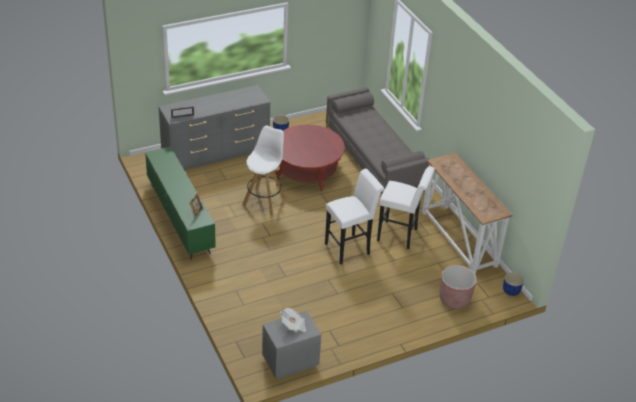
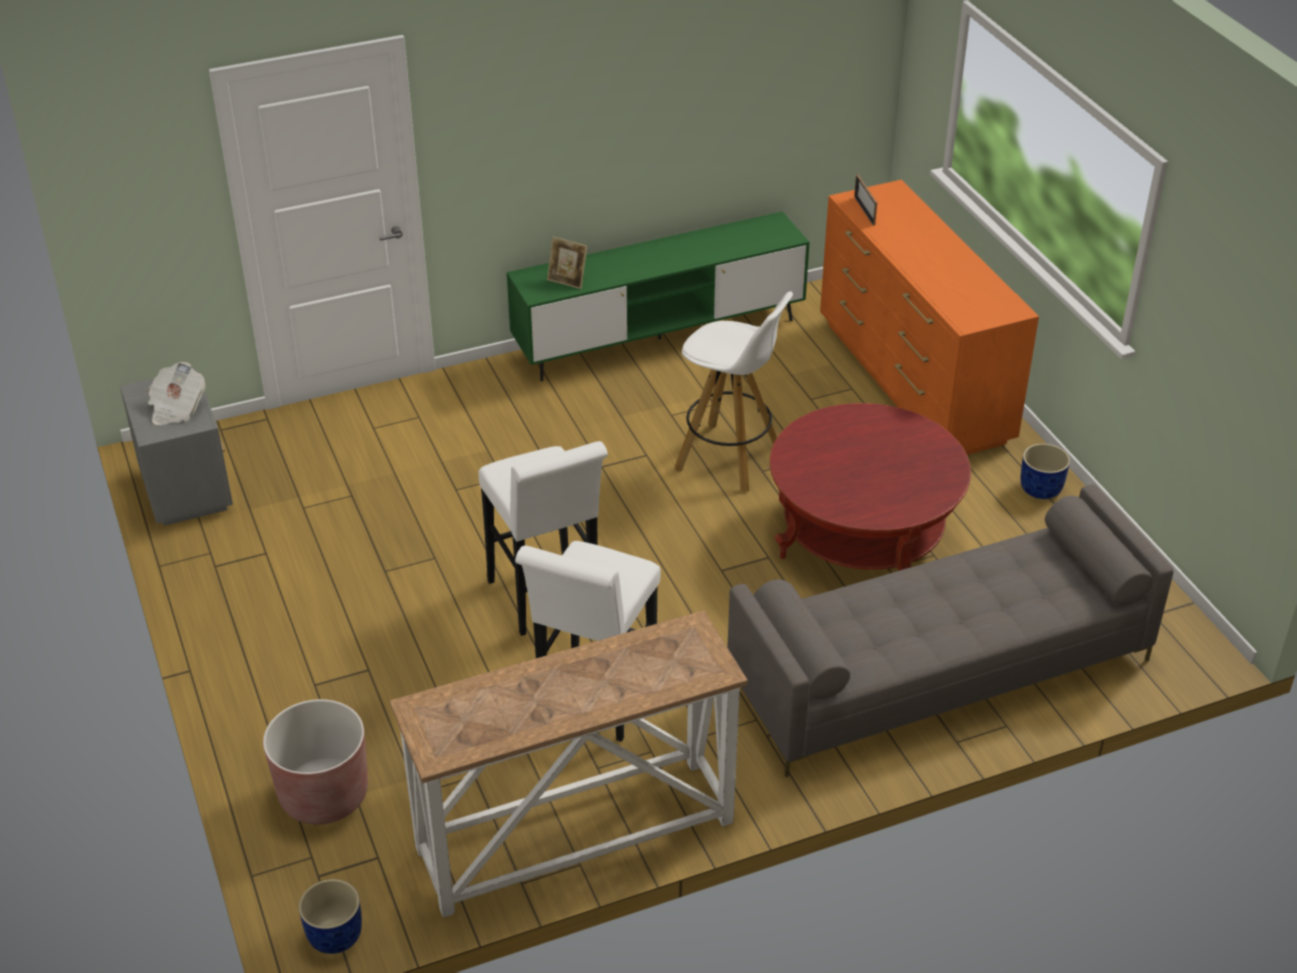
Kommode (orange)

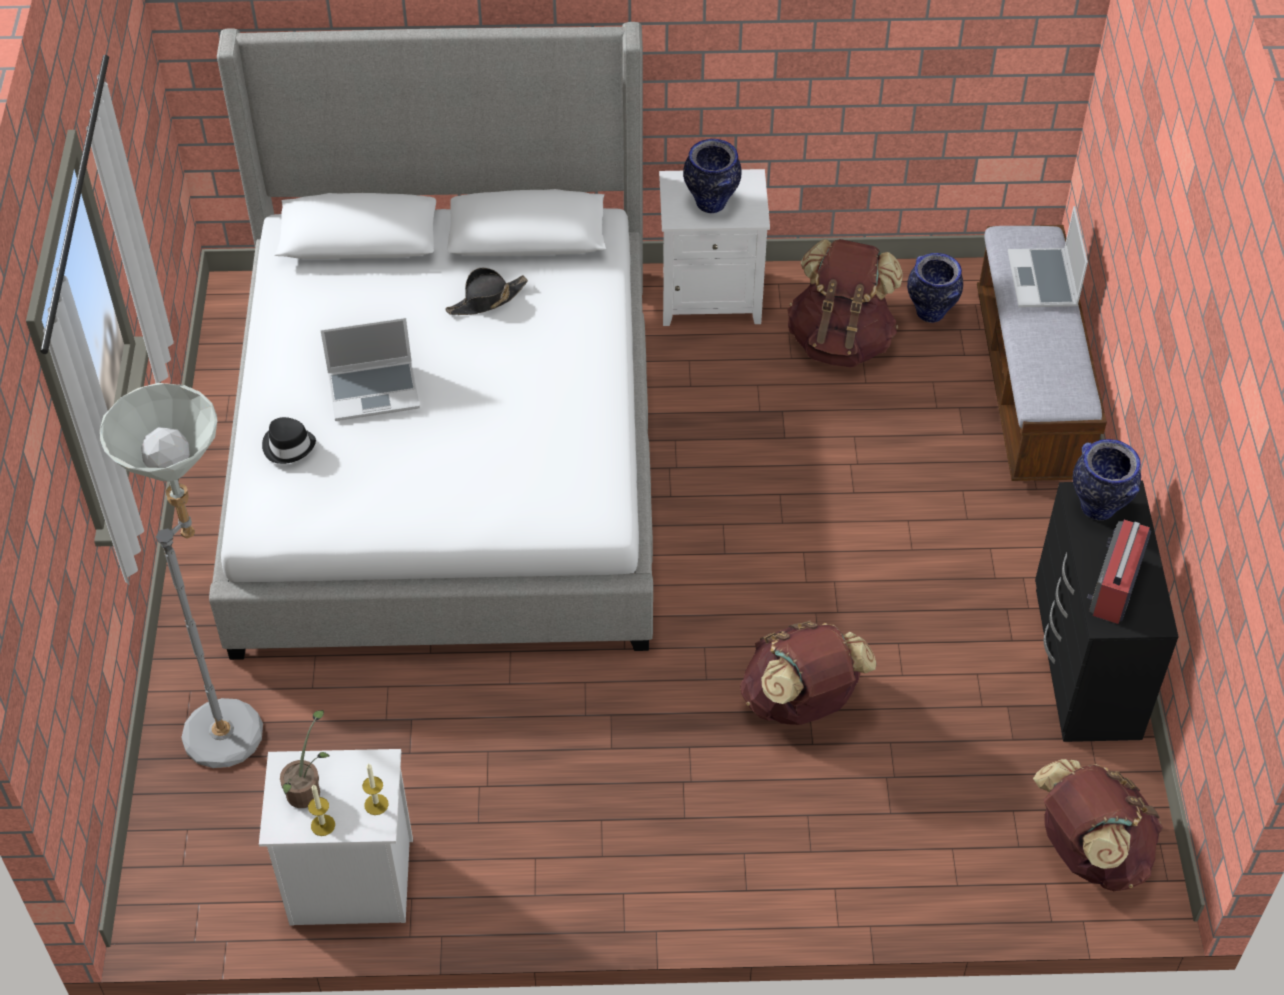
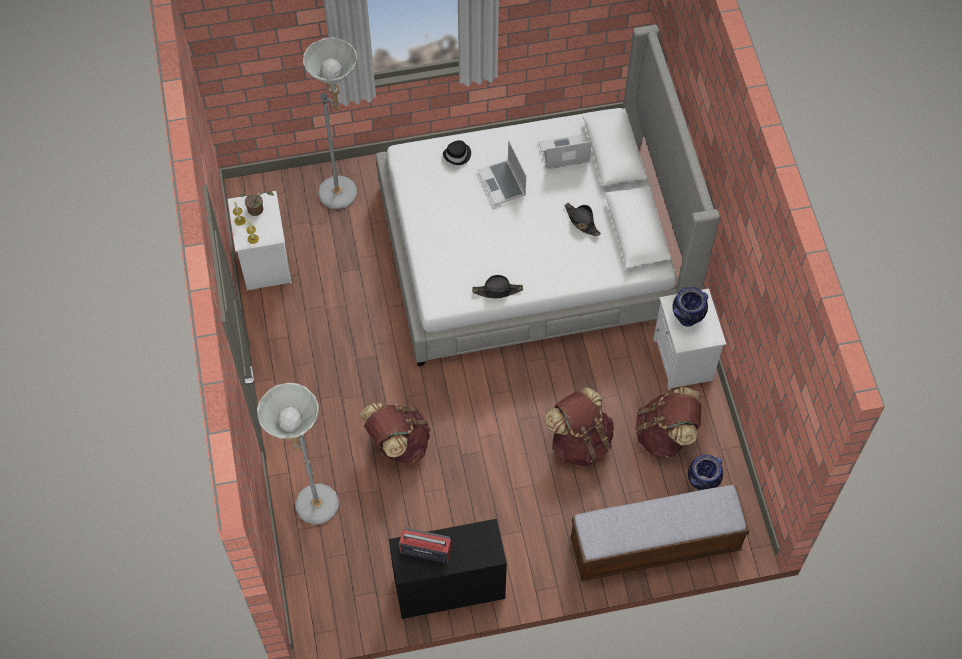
Laptop (2nd from left)
Vase (3rd from left in the first image)
Rucksack (braun) (2nd from left)
Hut (schwarz) (2nd from left)
Stehlampe (grau) (1st from left)

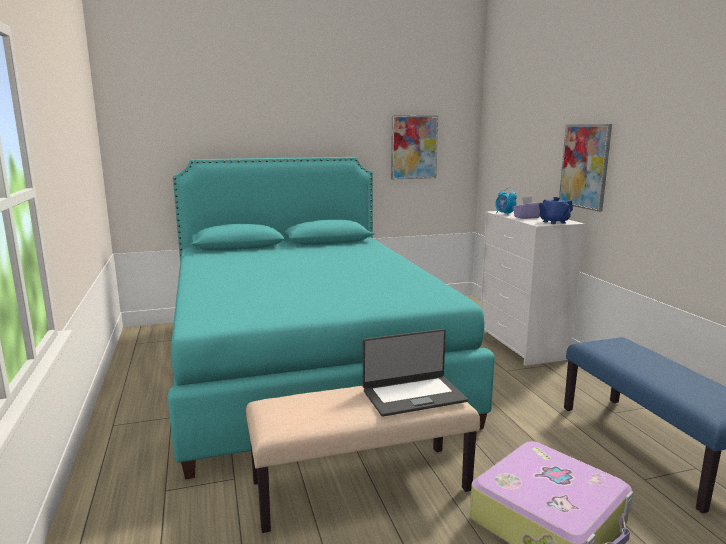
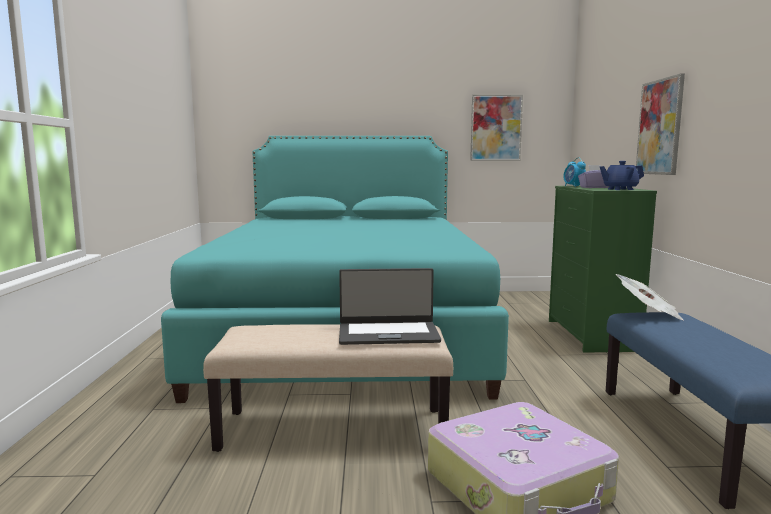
Kommode (grün)
Zeitung

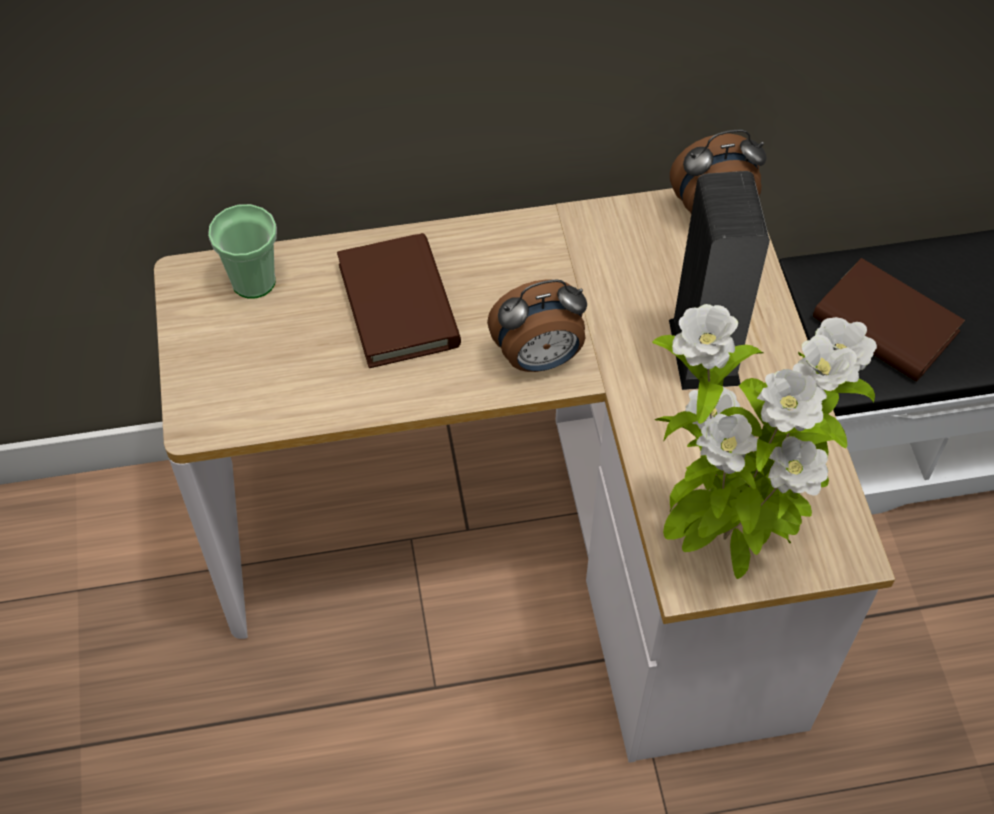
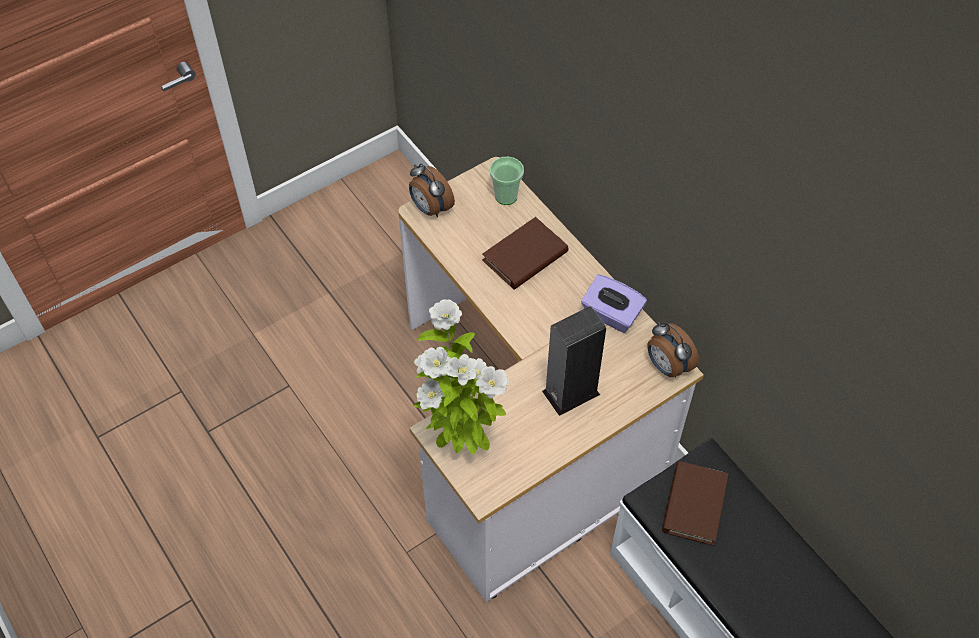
Wecker (1st from left)
Taschentuchbox (lila)

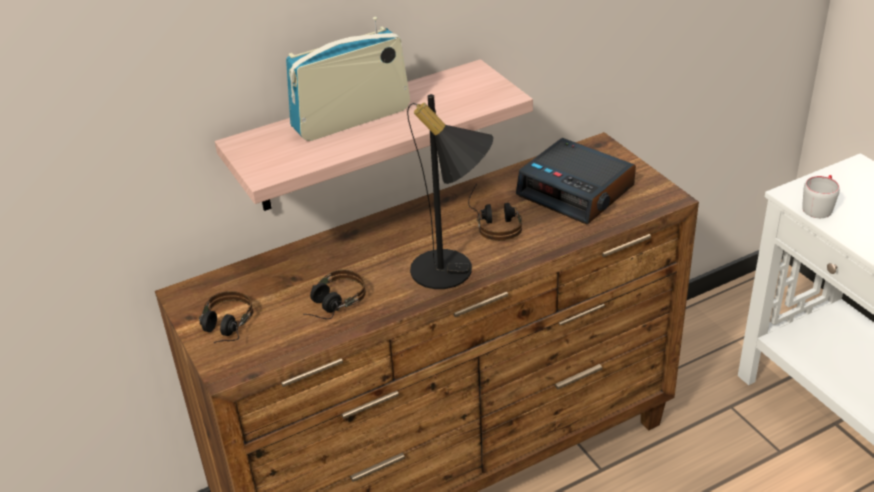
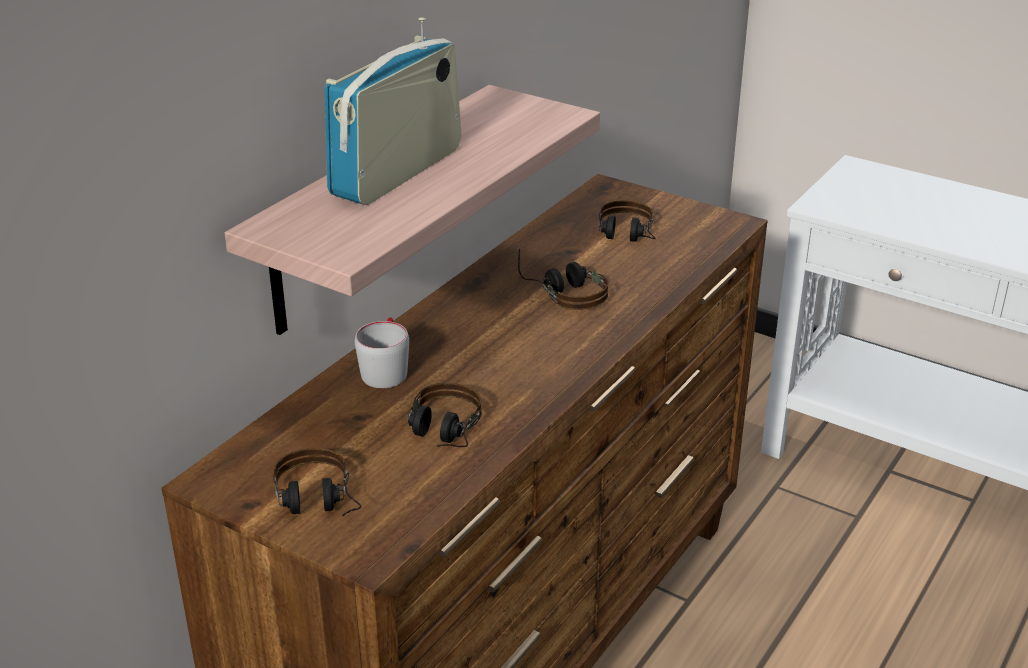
Tischlampe (schwarz)
Kopfhörer (4th from left)
Henkelbecher (grau)

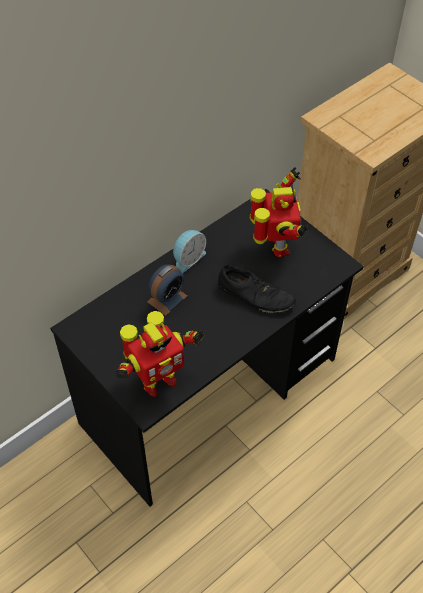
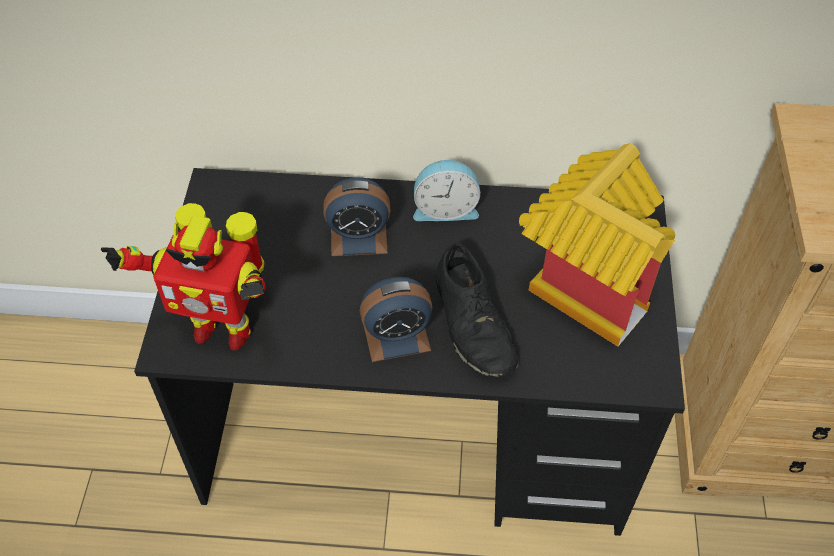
Spielzeughaus
Wecker (2nd from left)

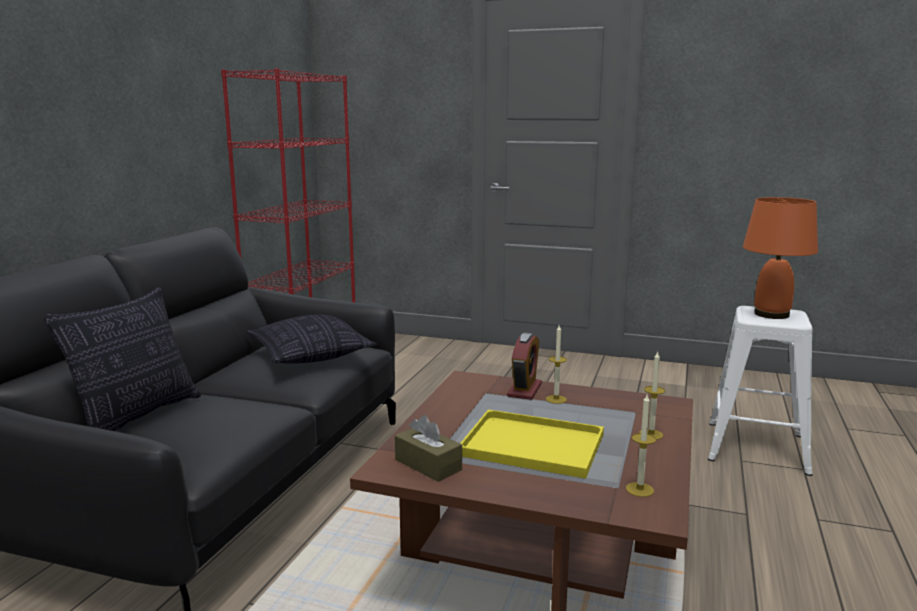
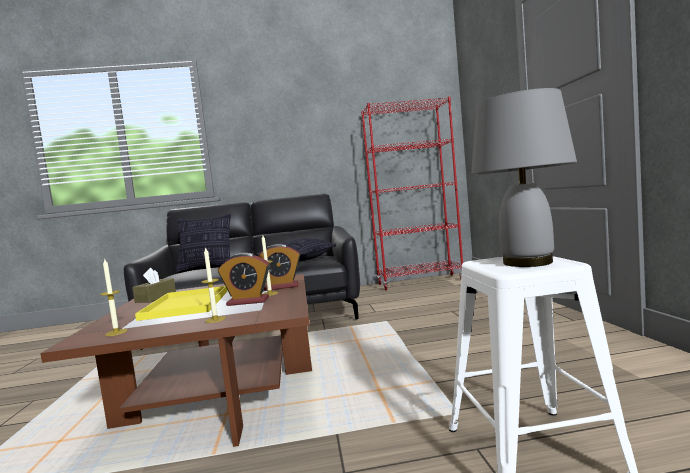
Tischlampe (grau)
Wecker (1st from left)

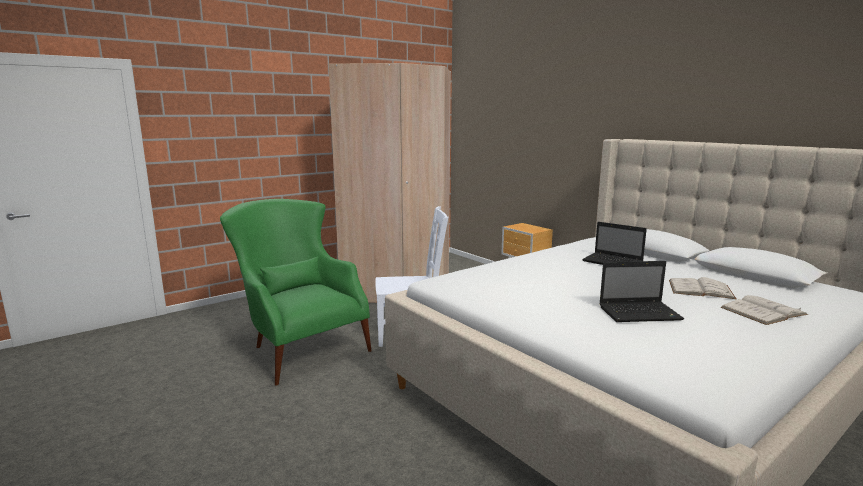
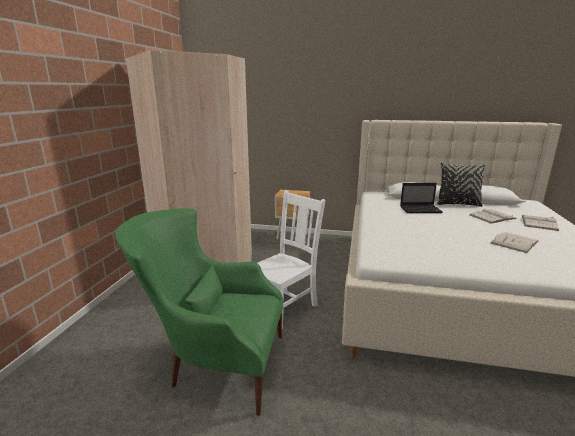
Buch (weiß) (2nd from left)
Kissen (schwarz)

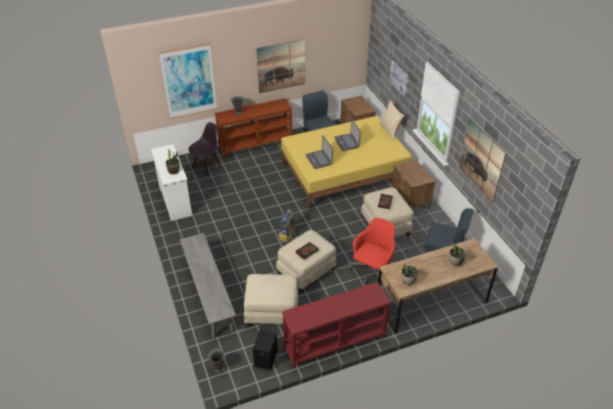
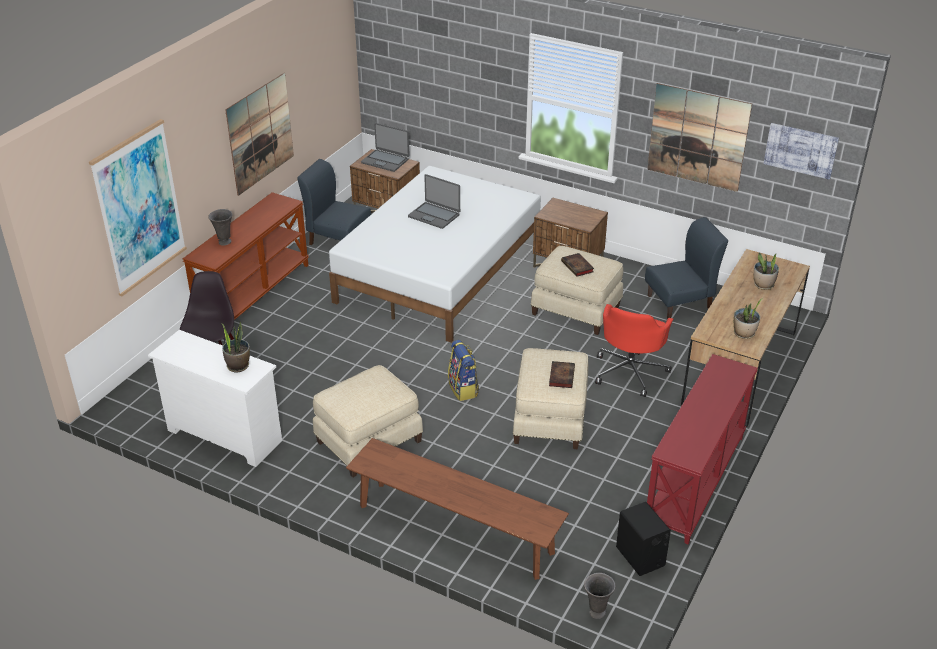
Bild (4th from left)
Kissen (beige)
Bett (weiß)
Laptop (1st from left)
Bürostuhl (rot)
Bank (braun)
Polsterhocker (beige) (1st from left)

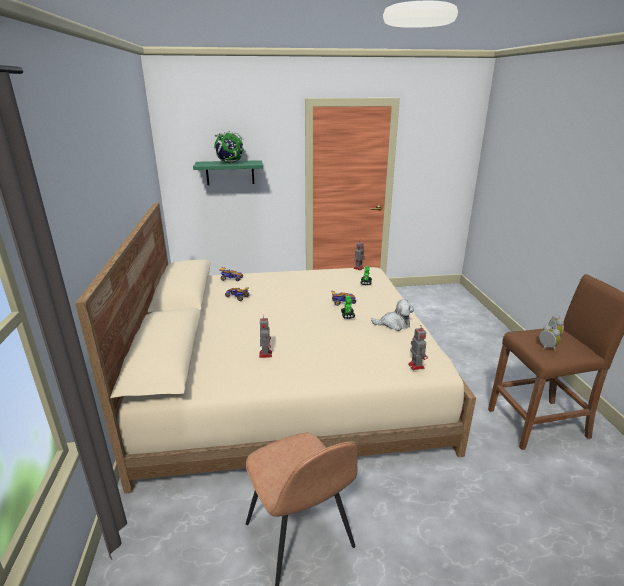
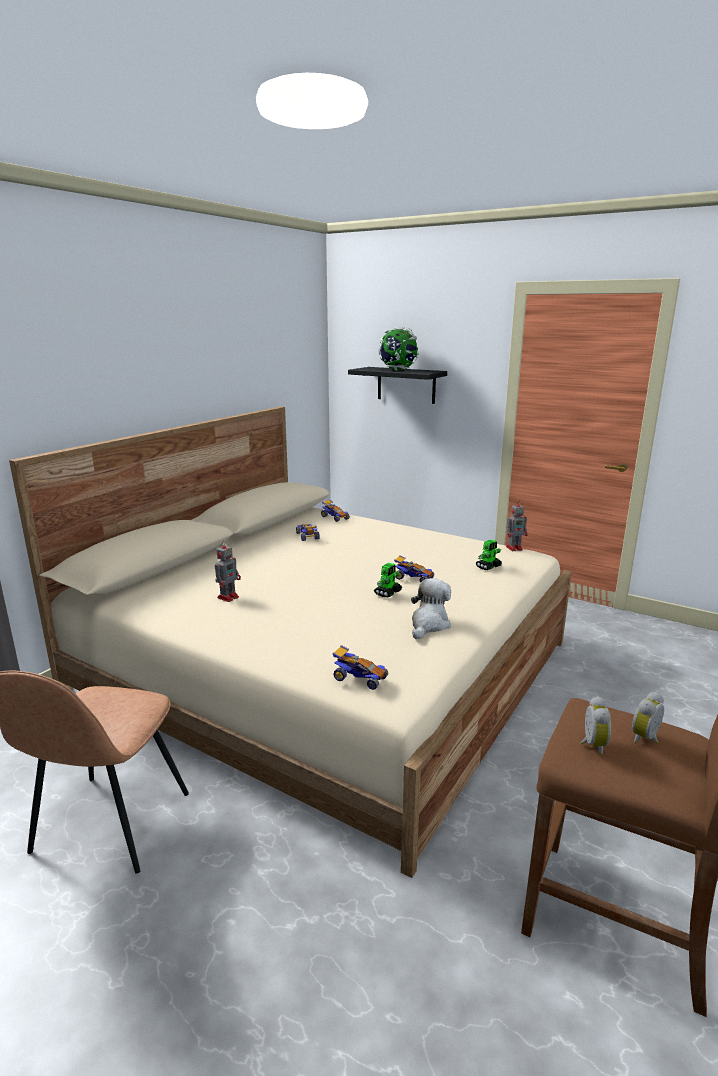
Wandregal (schwarz)
Plüschtier
Spielzeugauto (3rd from left)

